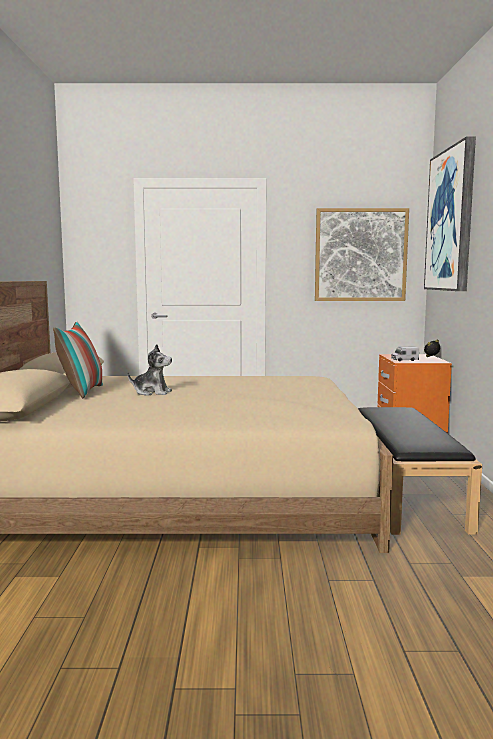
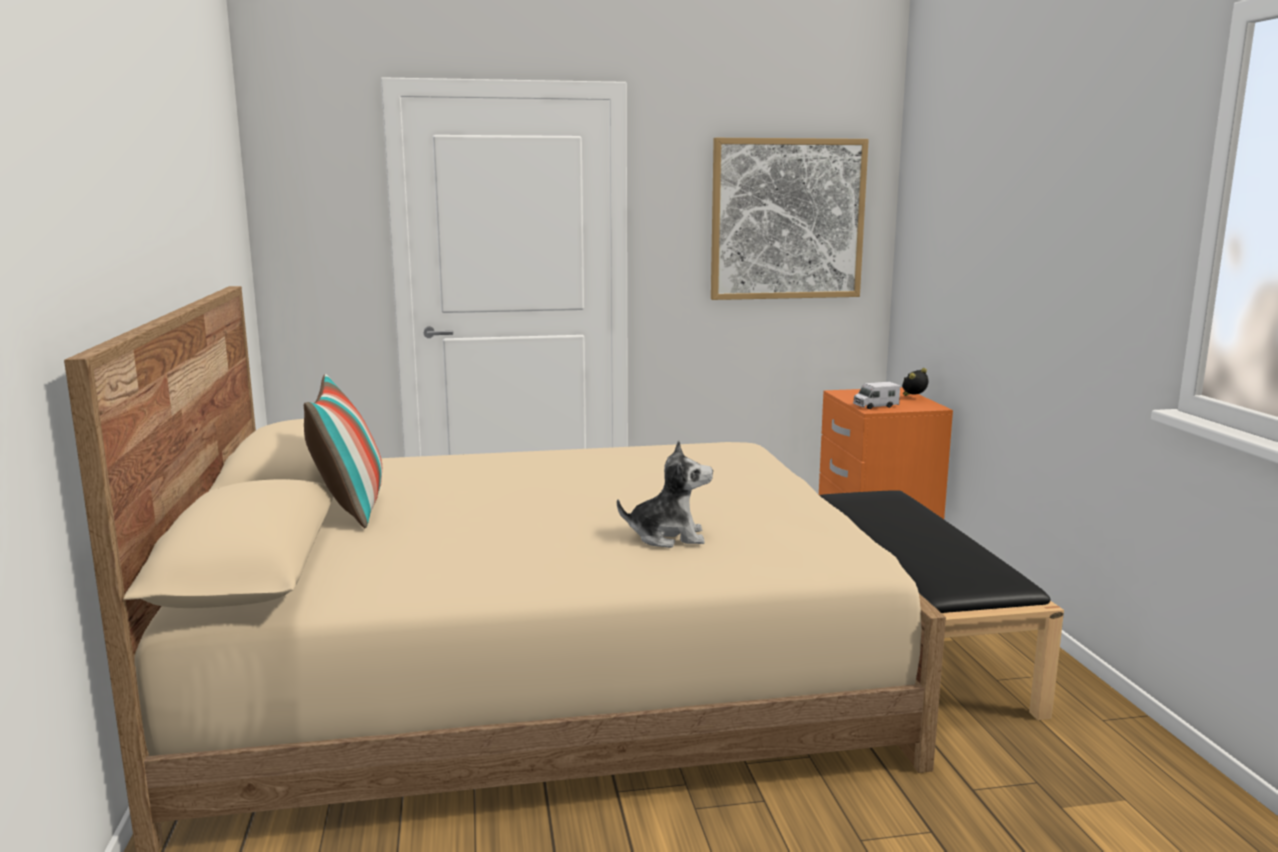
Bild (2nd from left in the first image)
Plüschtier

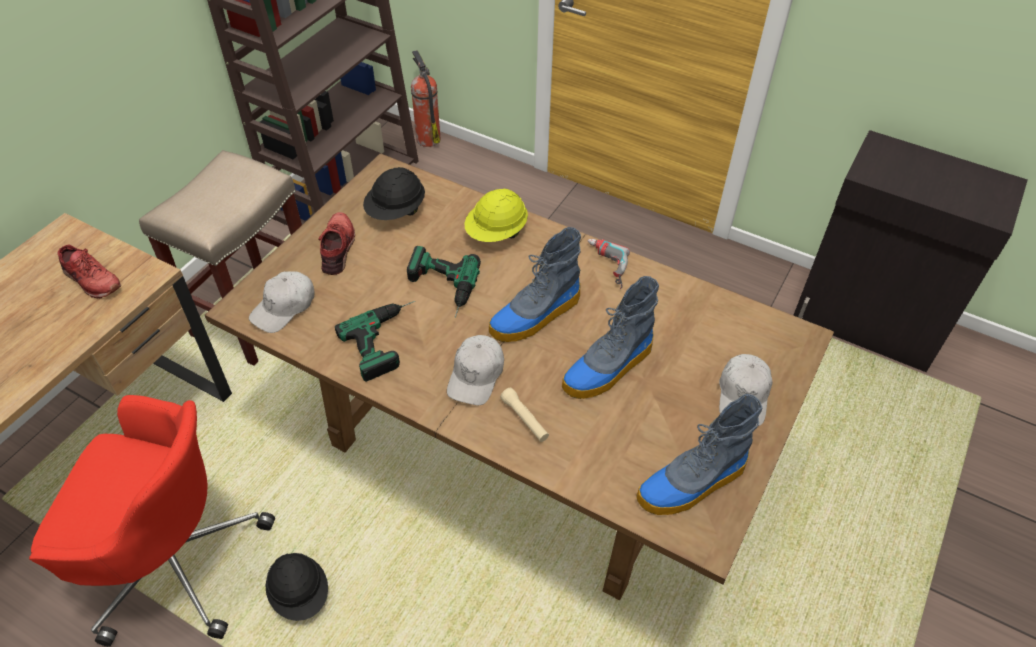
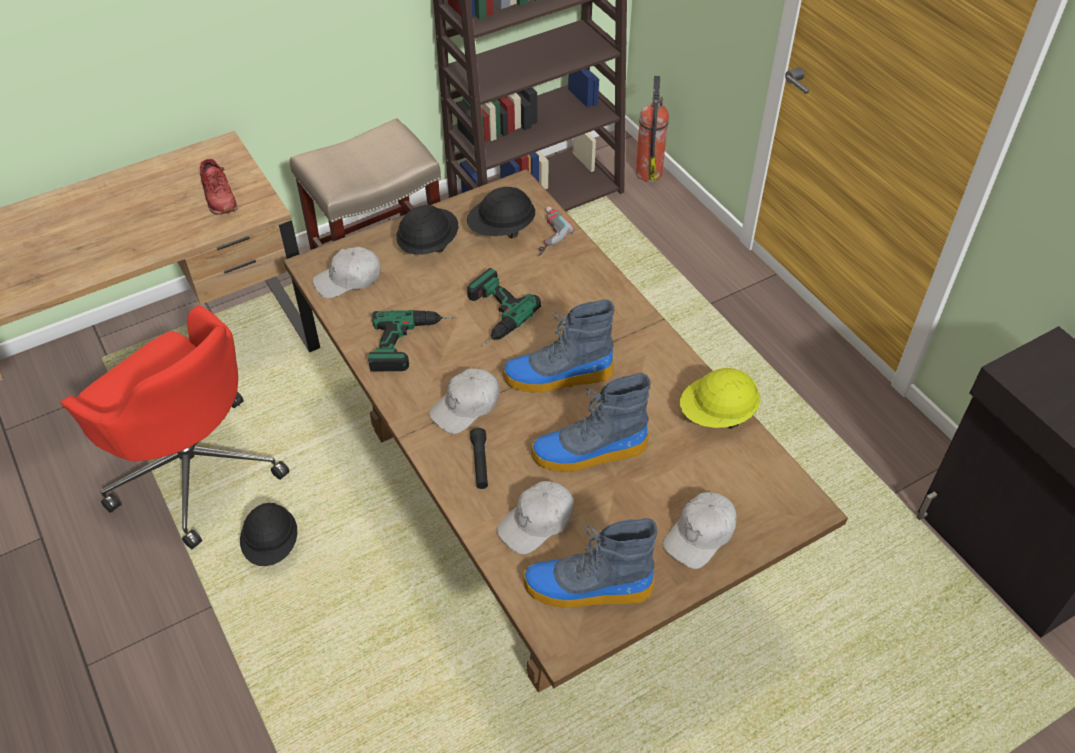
Schutzhelm (gelb)
Schutzhelm (schwarz) (2nd from left)
Bohrmaschine (3rd from left)
Taschenlampe (schwarz)
Kappe (weiß) (3rd from left)

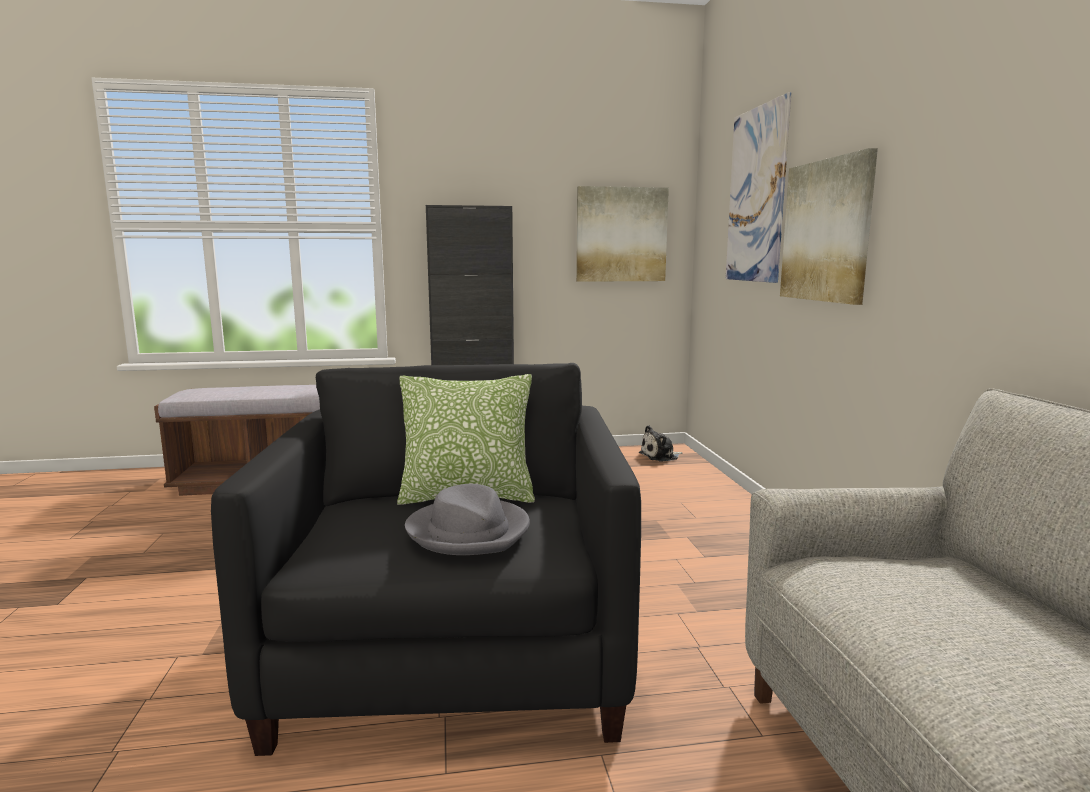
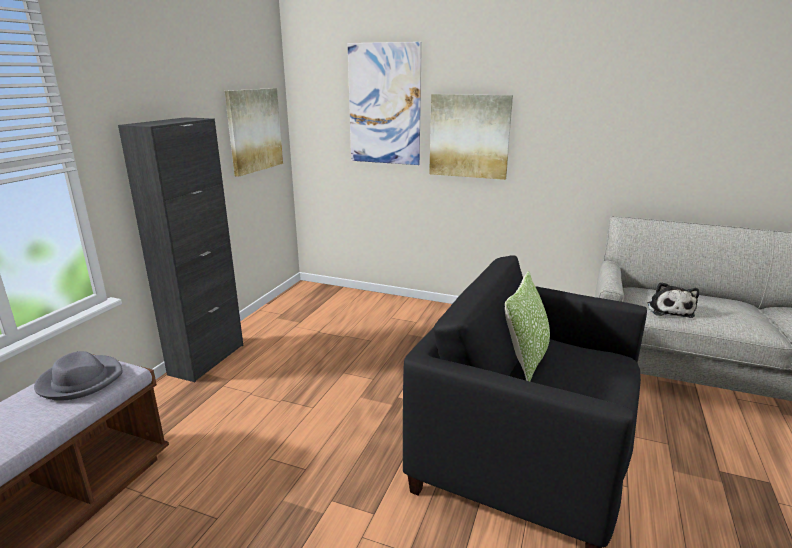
Plüschtier
Hut (grau)

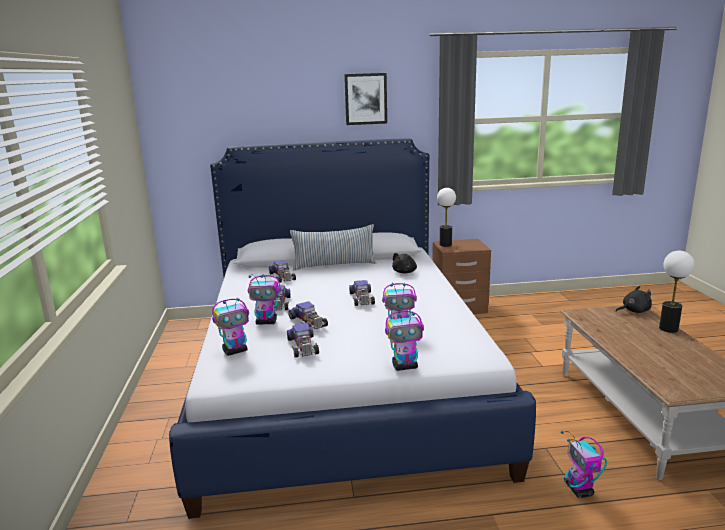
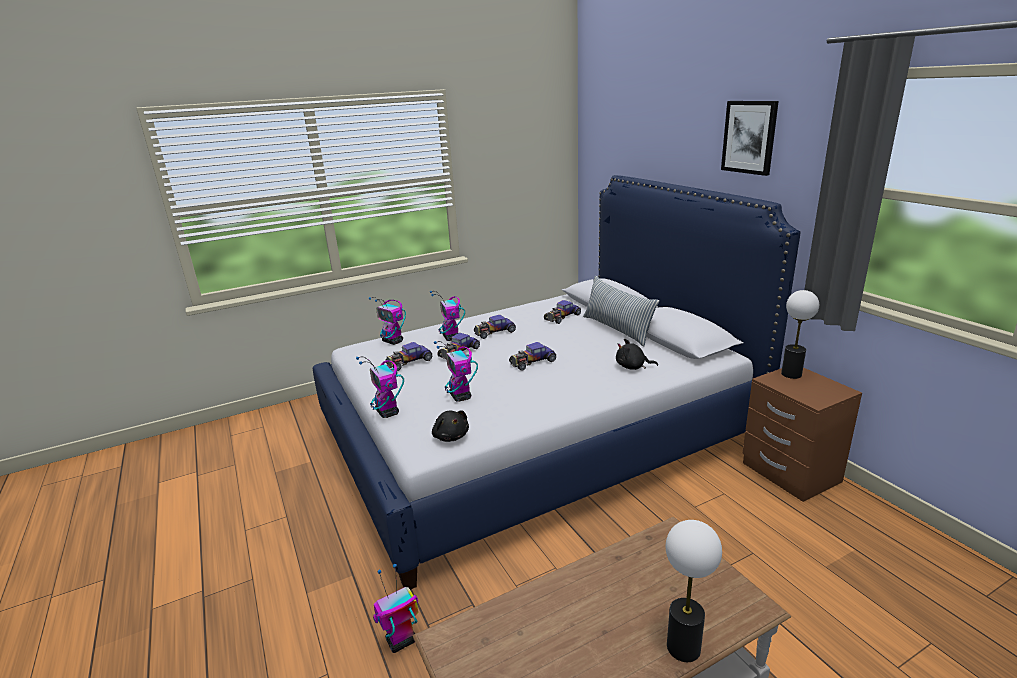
Plüschtier (schwarz) (1st from left)

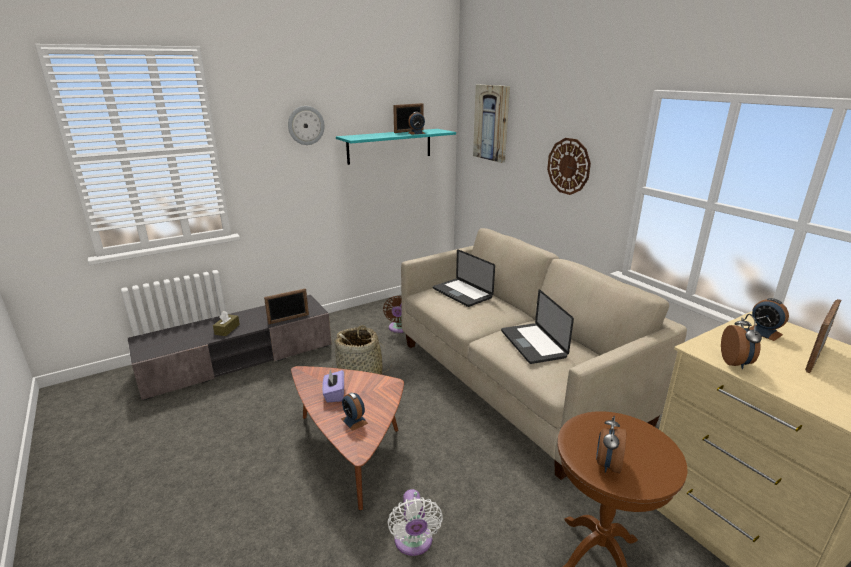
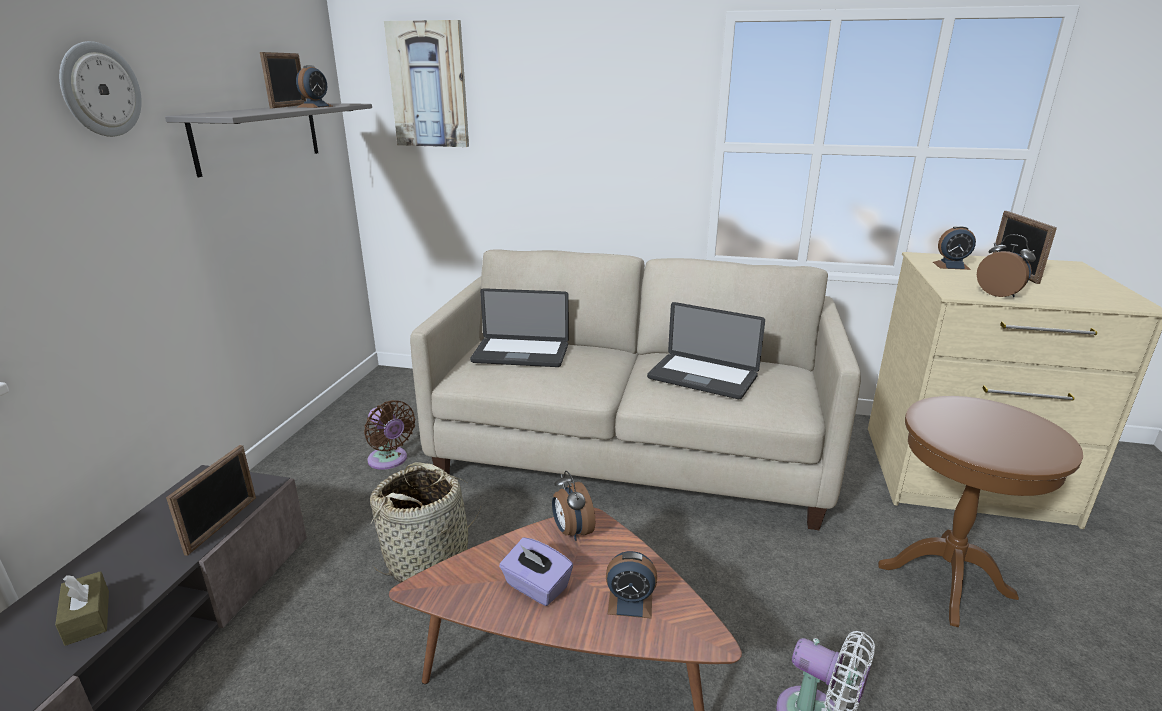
Wandregal (grau)
Wanduhr (2nd from left in the first image)
Wecker (2nd from left)

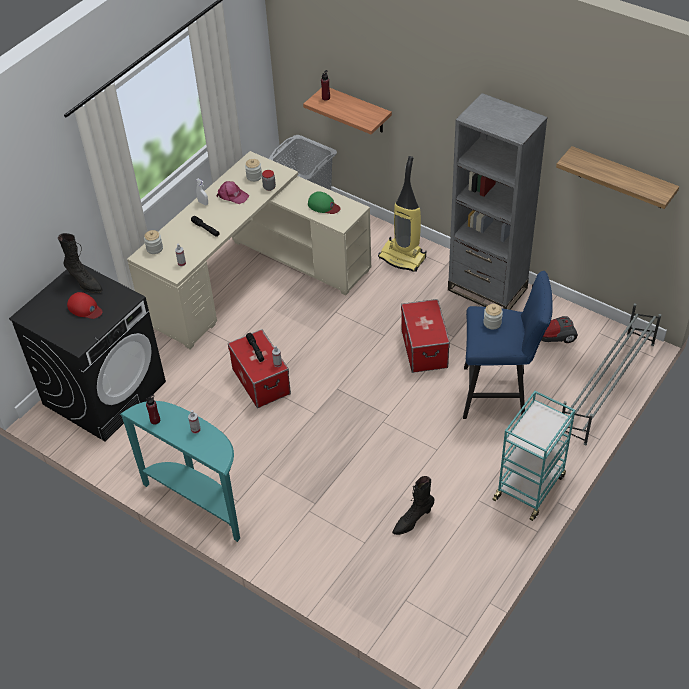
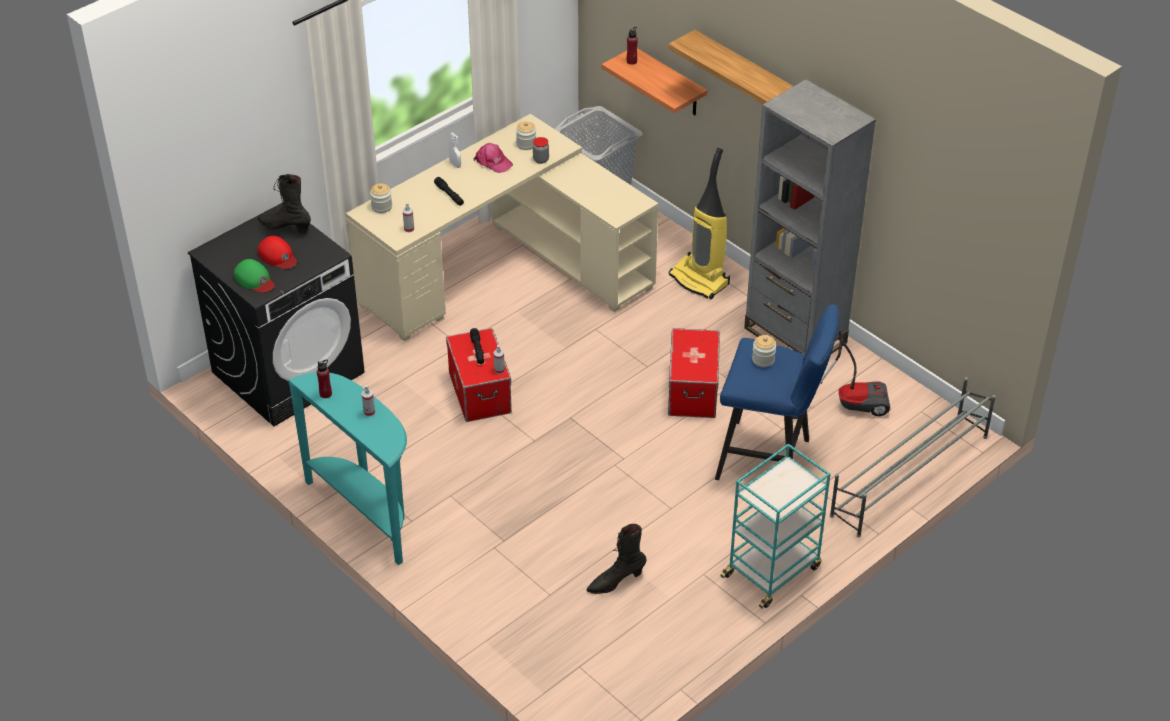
Wandregal (2nd from left)
Kappe (grün)
Stiefel (schwarz) (1st from left)

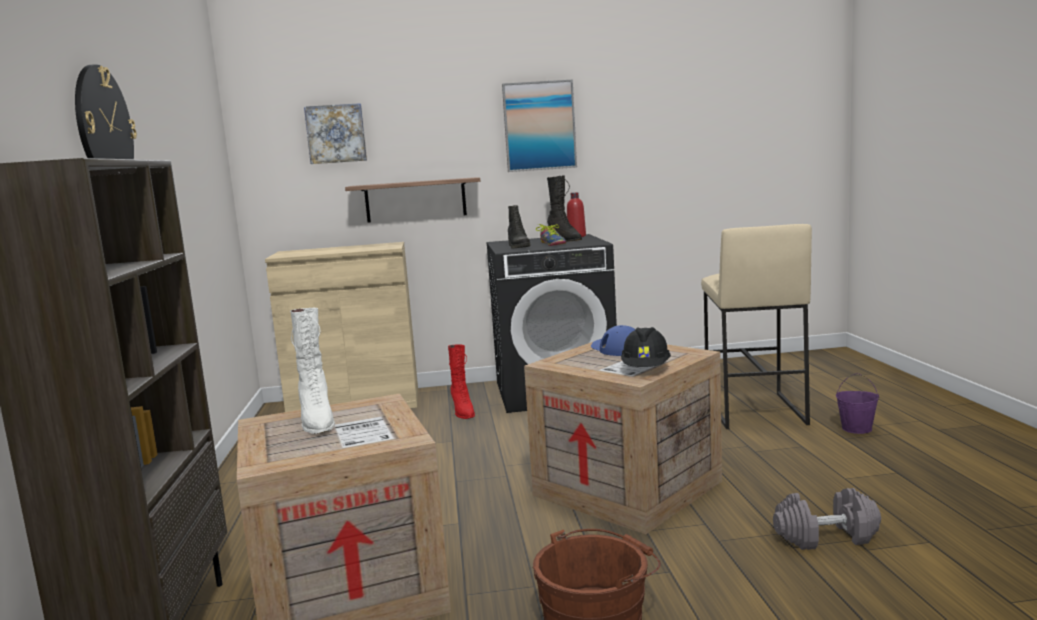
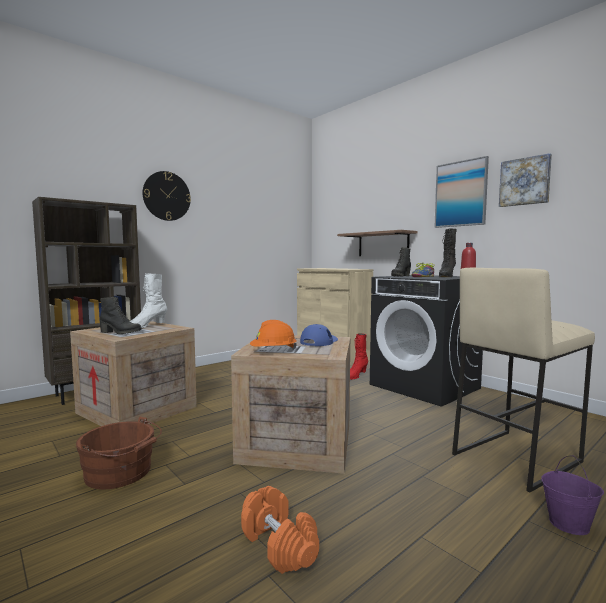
Bild (2nd from left)
Schutzhelm (orange)
Hantel (orange)
Stiefel (schwarz) (1st from left)

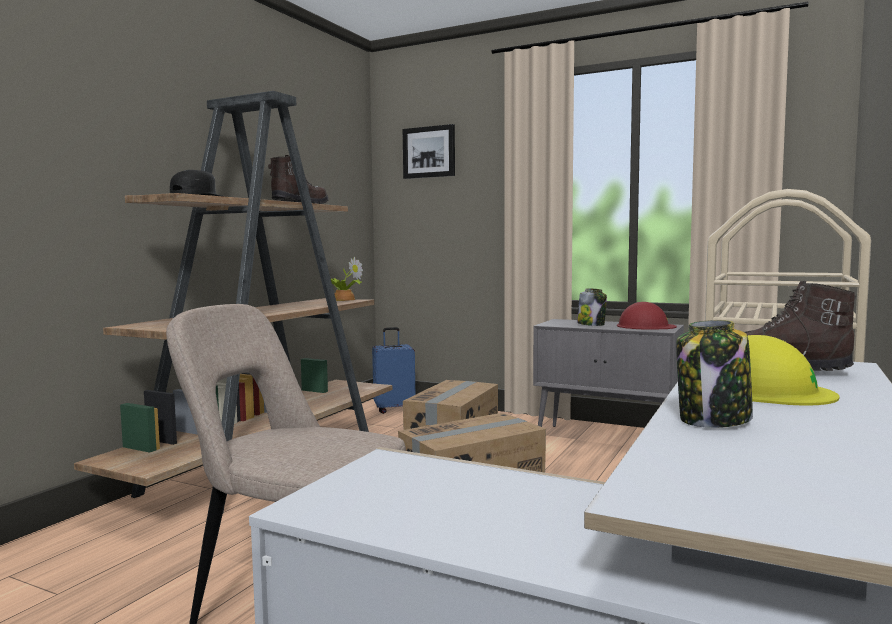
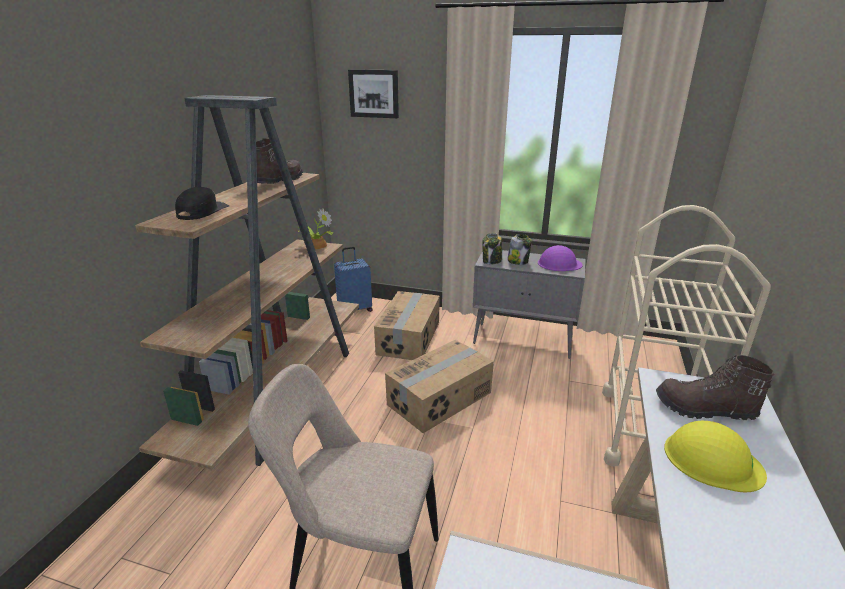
Schutzhelm (lila)
Vorratsglas (1st from left)

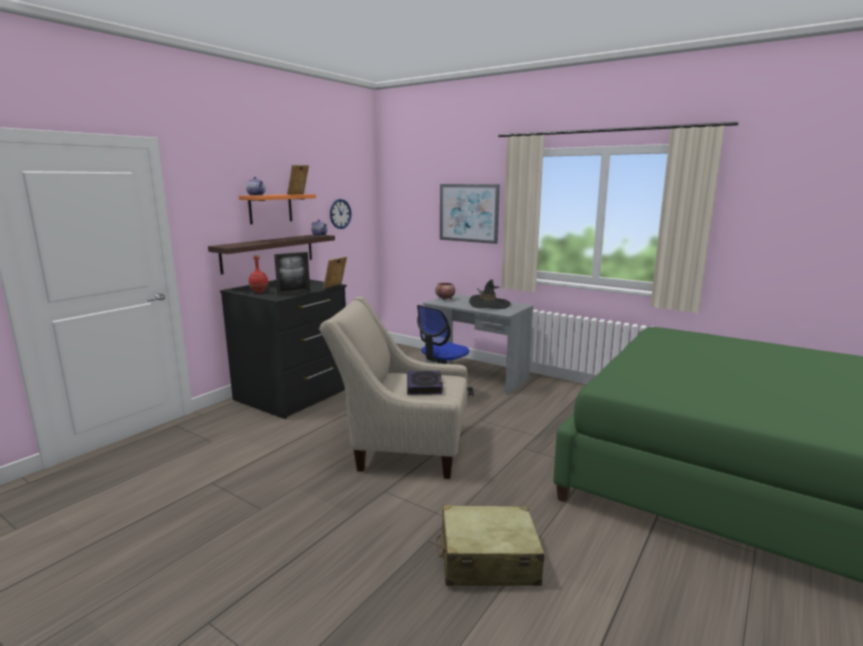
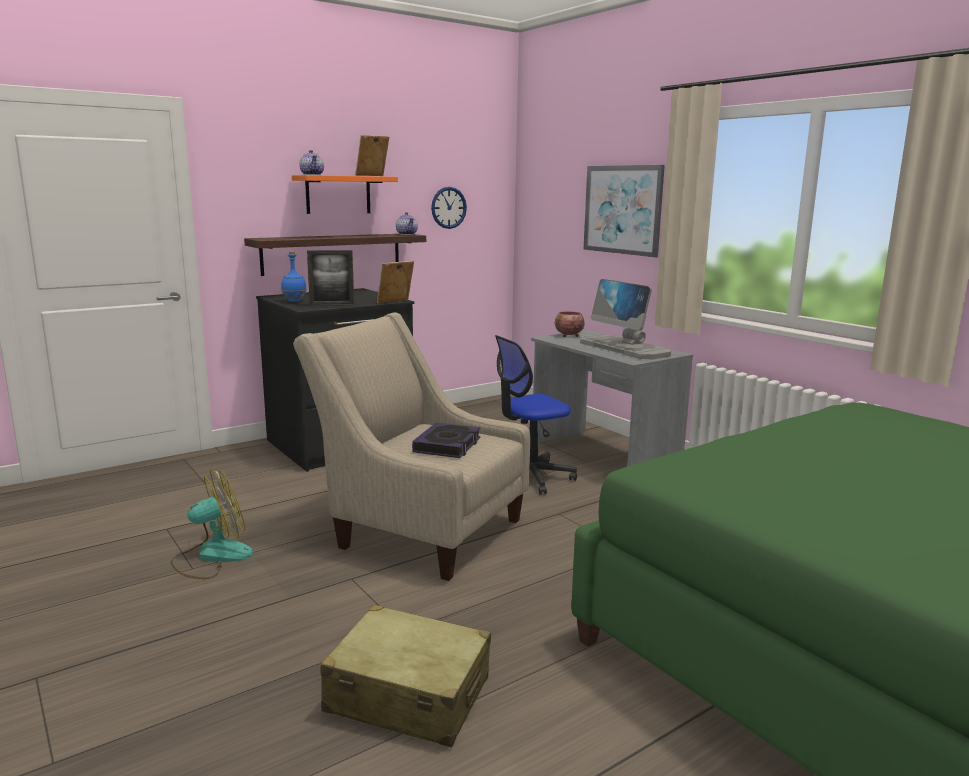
Flasche (blau)
Monitor
Ventilator

